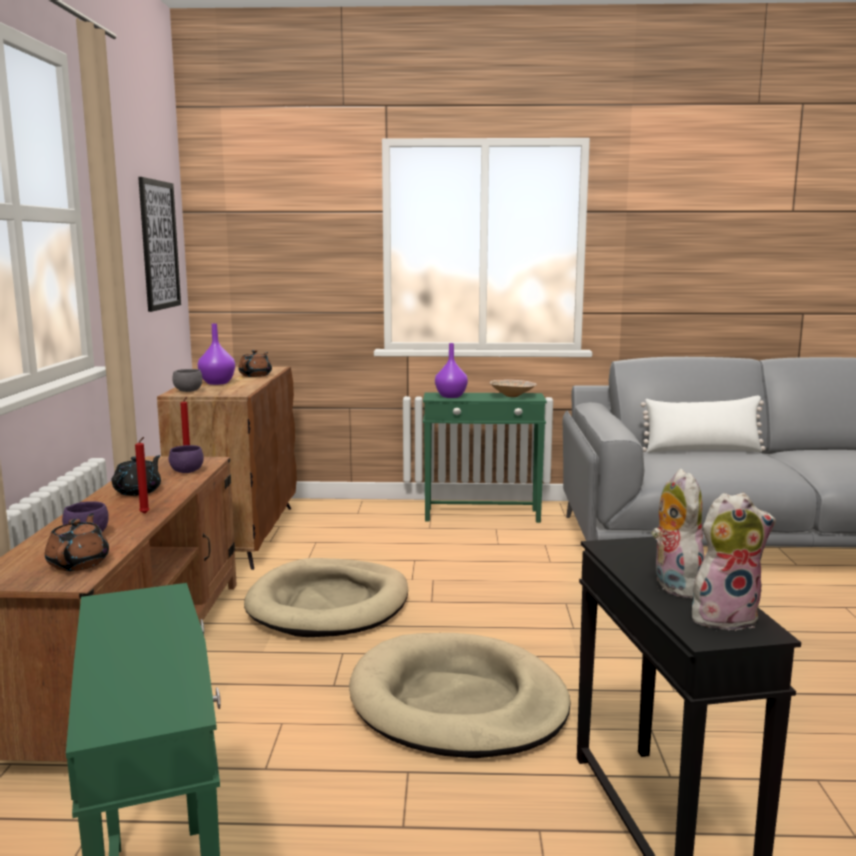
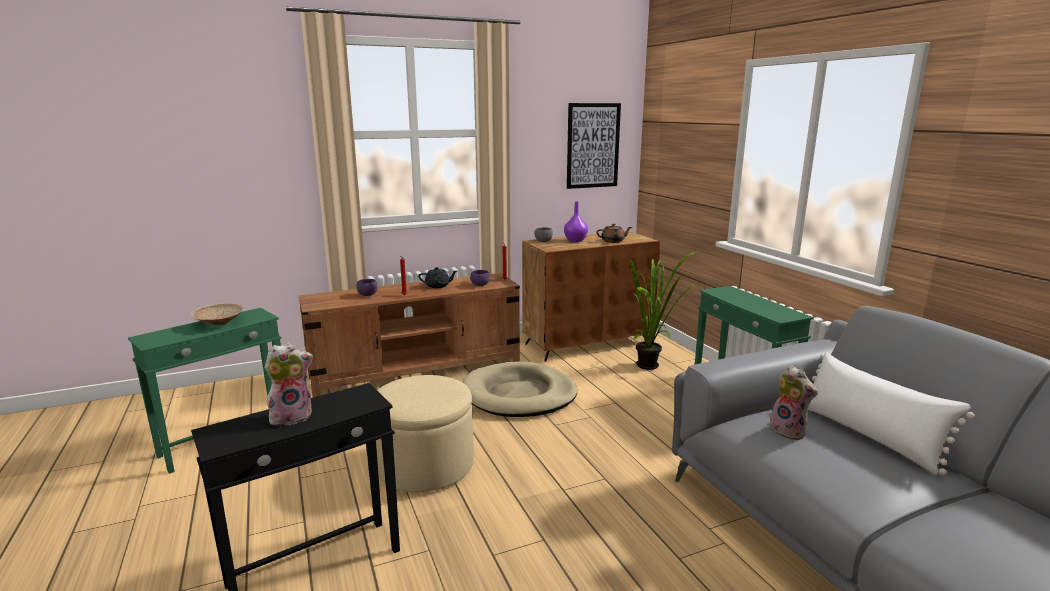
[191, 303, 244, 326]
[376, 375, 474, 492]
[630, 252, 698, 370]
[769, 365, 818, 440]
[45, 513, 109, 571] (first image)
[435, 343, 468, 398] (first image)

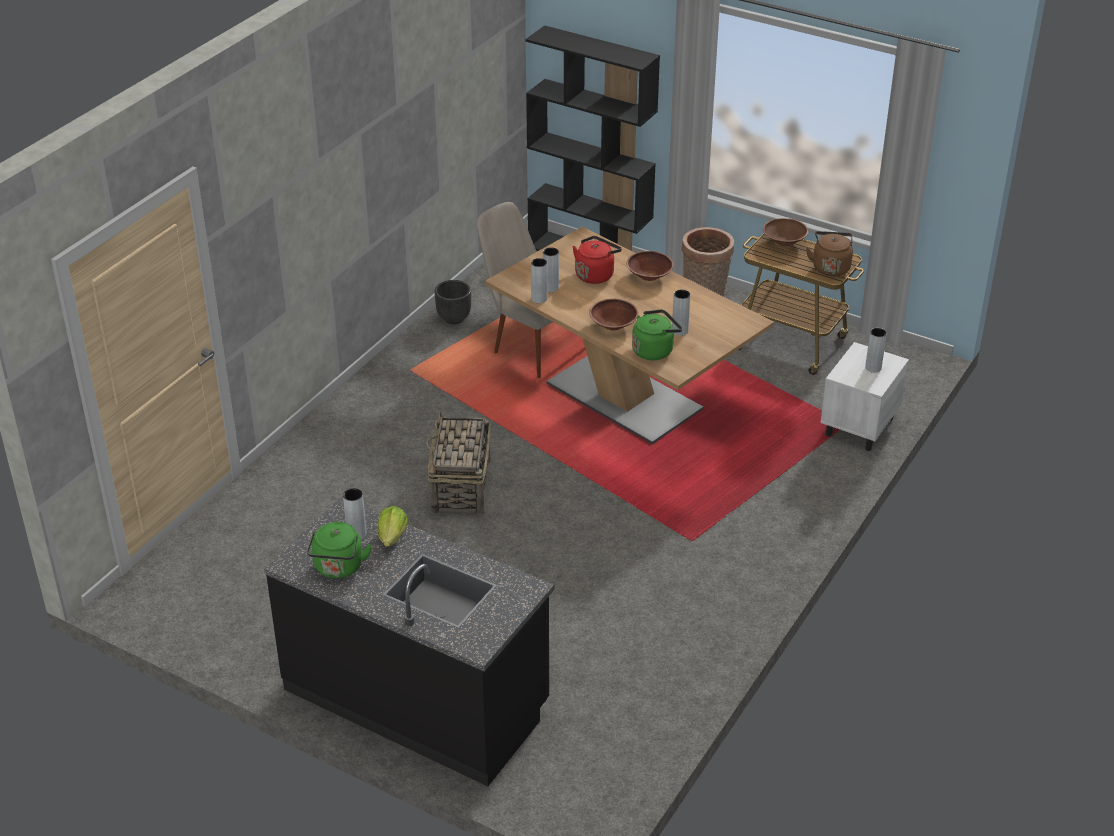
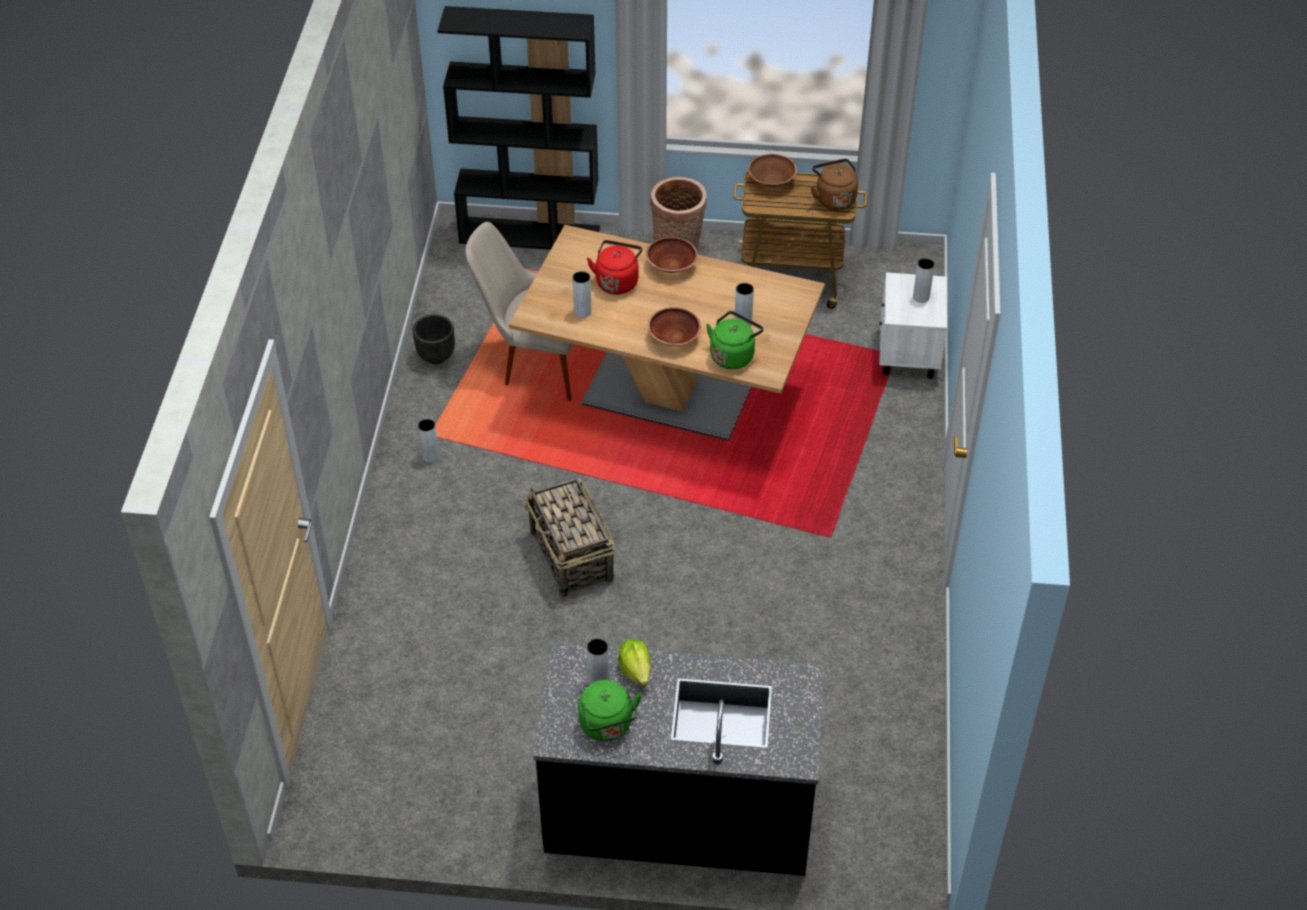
[418, 419, 439, 463]

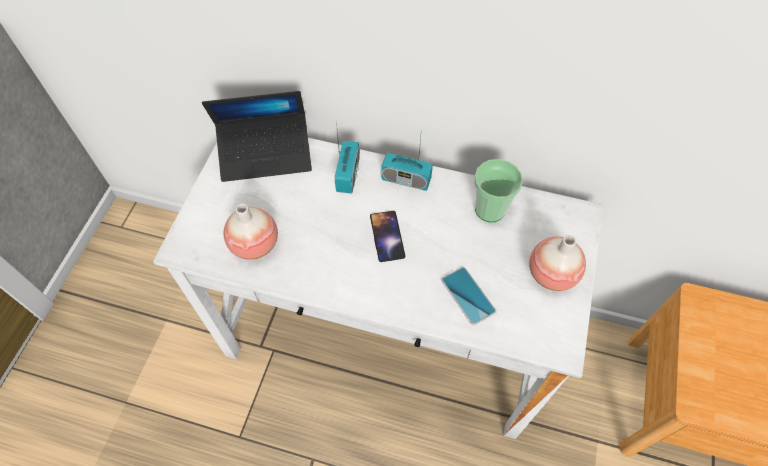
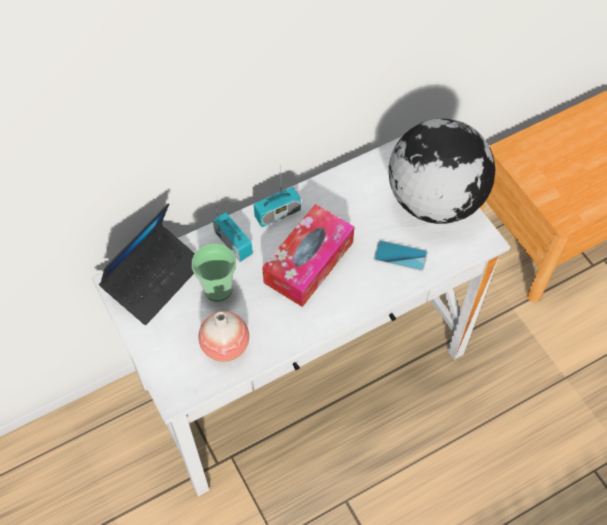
[192, 244, 236, 301]
[262, 204, 354, 307]
[389, 119, 495, 224]

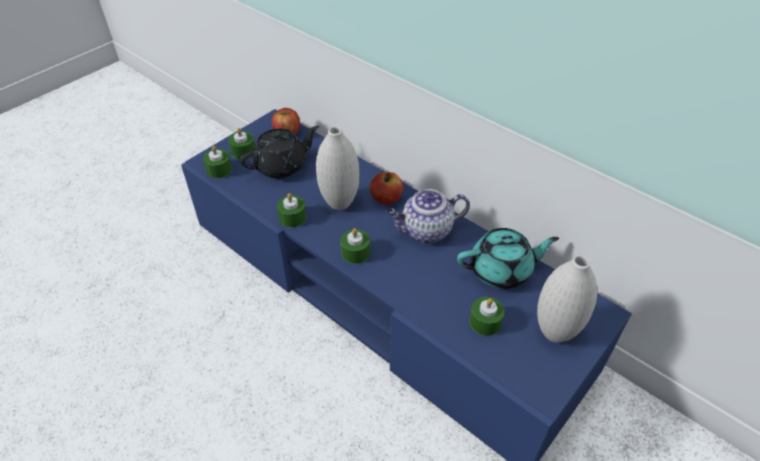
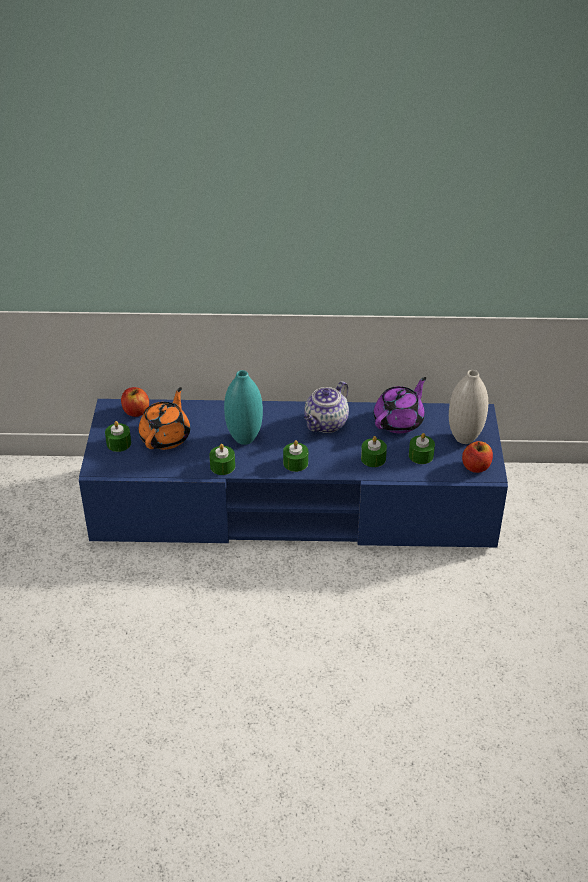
[138, 387, 190, 450]
[224, 370, 263, 445]
[361, 436, 387, 467]
[374, 377, 426, 433]
[462, 441, 493, 473]

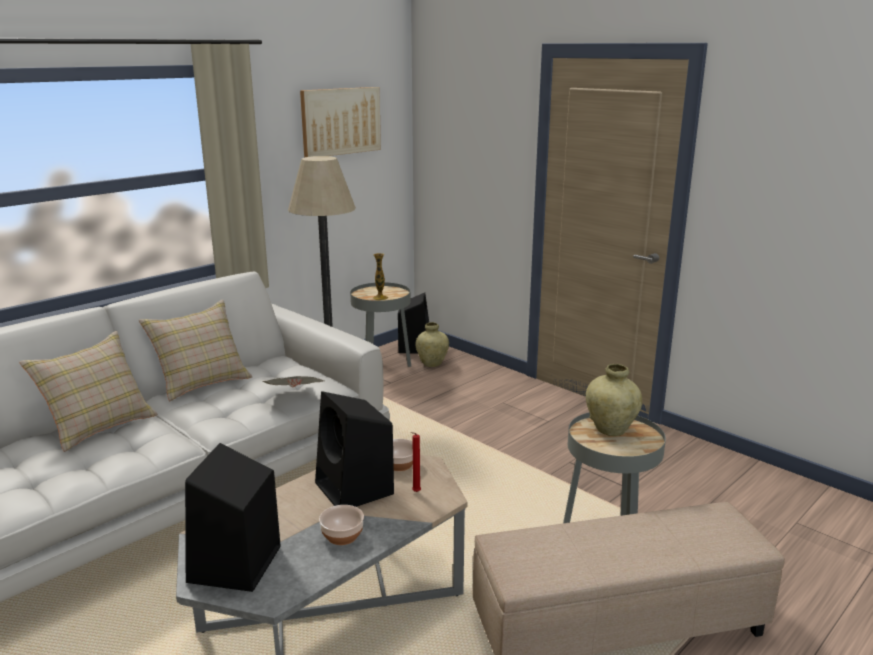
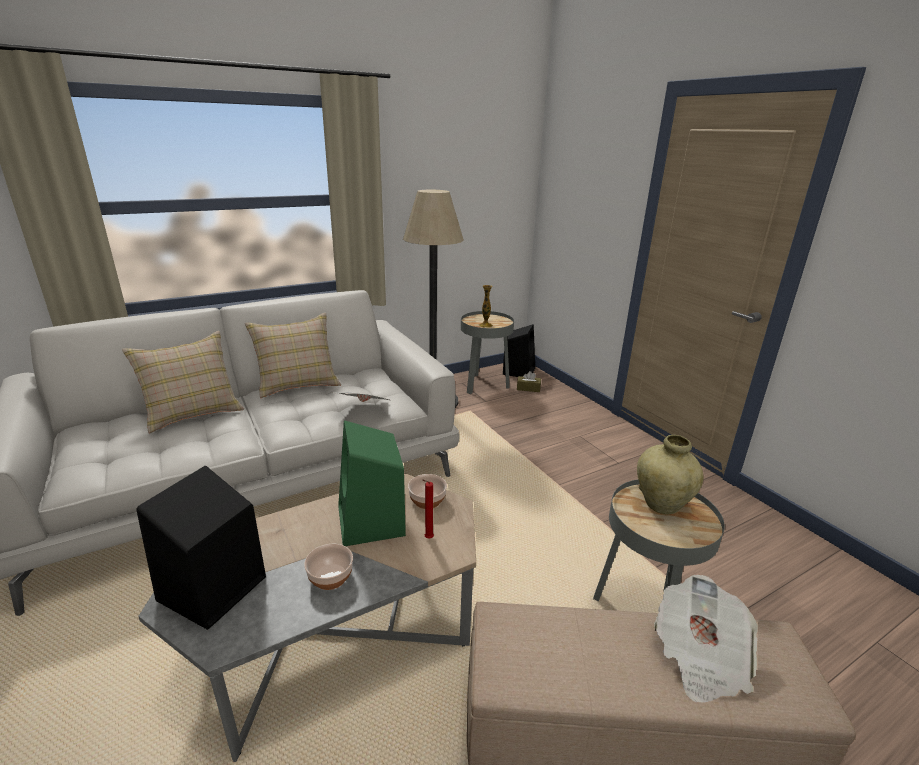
[338, 420, 406, 546]
[517, 371, 541, 392]
[654, 575, 758, 703]
[300, 87, 381, 158] (first image)

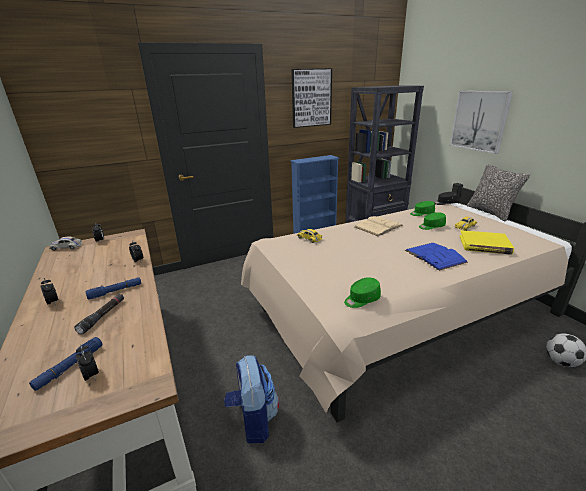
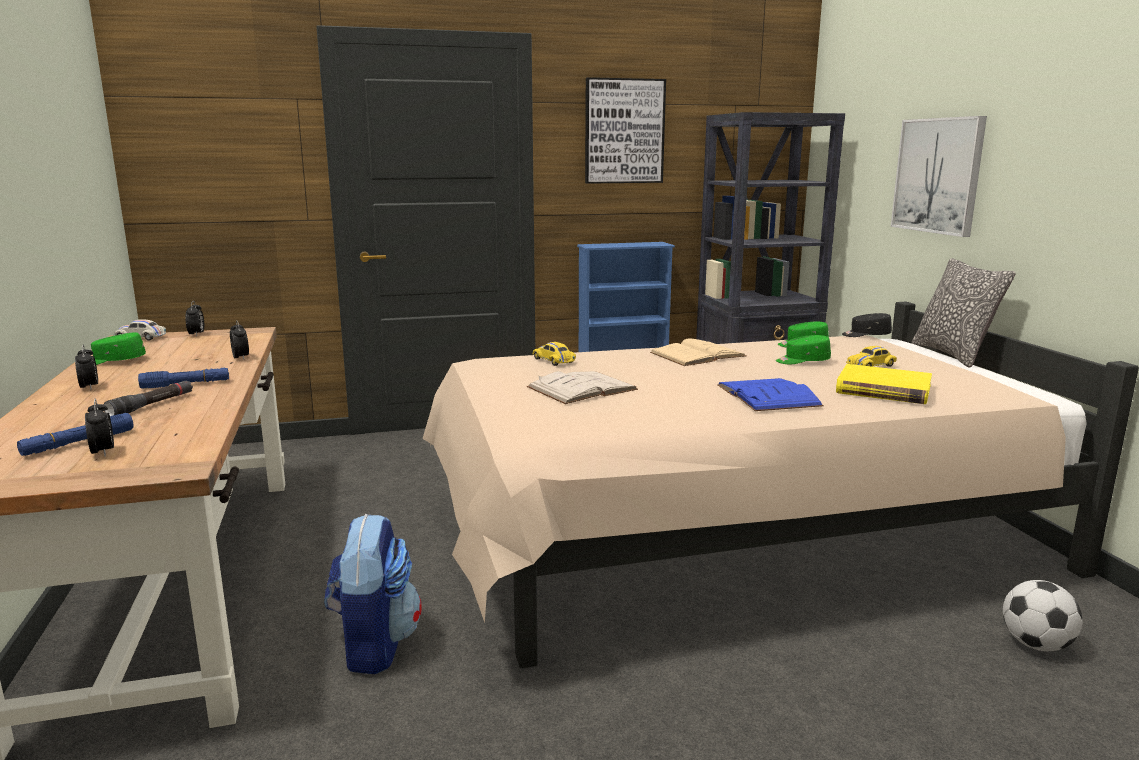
[91, 332, 146, 365]
[527, 371, 638, 404]

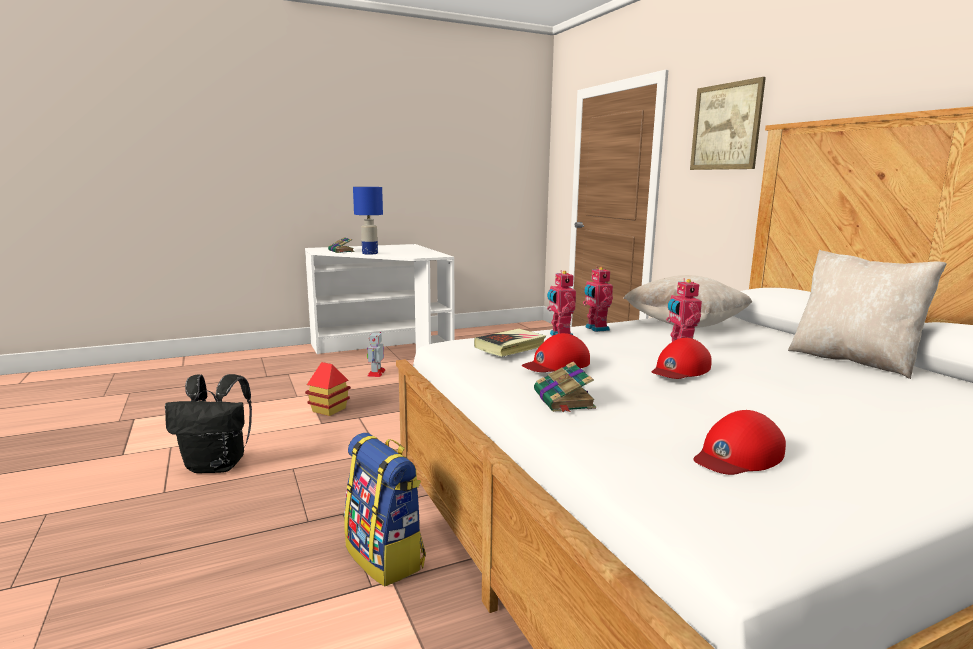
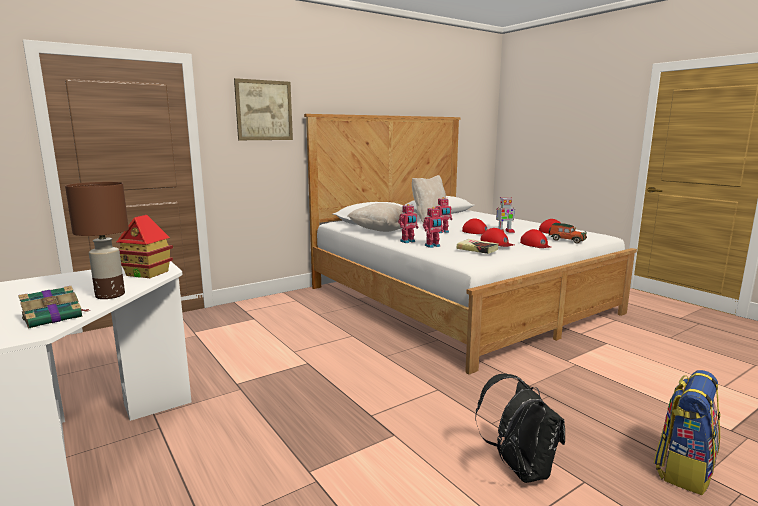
[65, 182, 129, 299]
[116, 215, 173, 278]
[496, 197, 515, 233]
[520, 229, 551, 248]
[549, 223, 587, 244]
[654, 370, 721, 495]

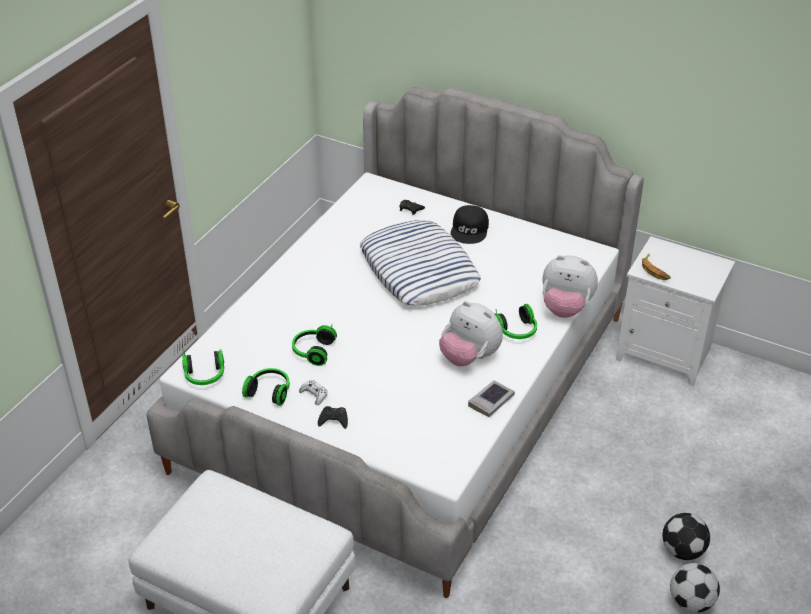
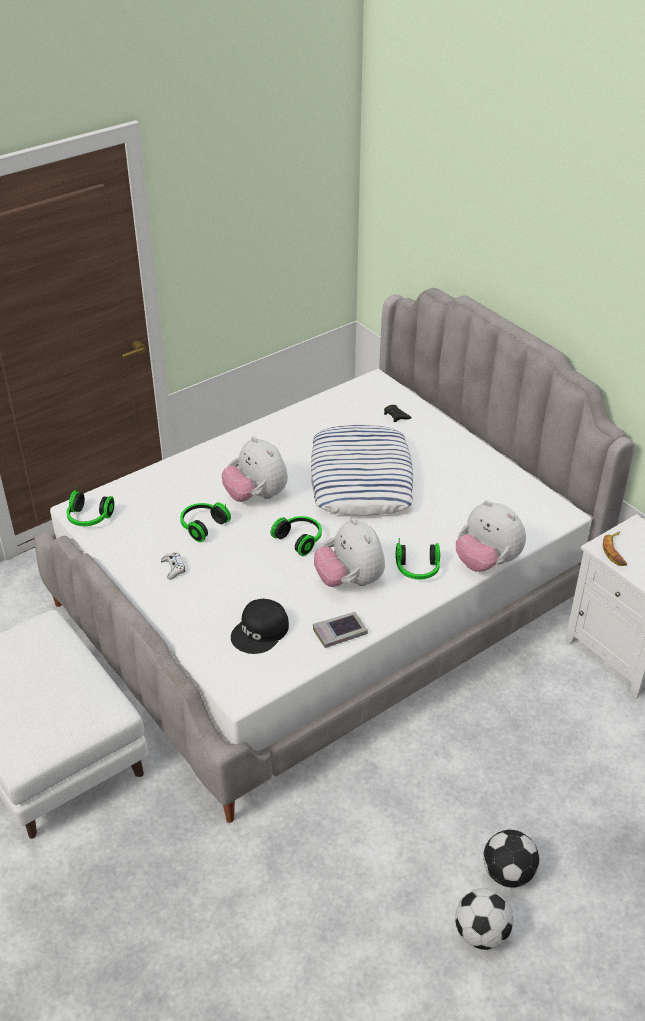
[222, 437, 288, 502]
[231, 599, 289, 654]
[271, 516, 322, 556]
[318, 406, 348, 429] (first image)

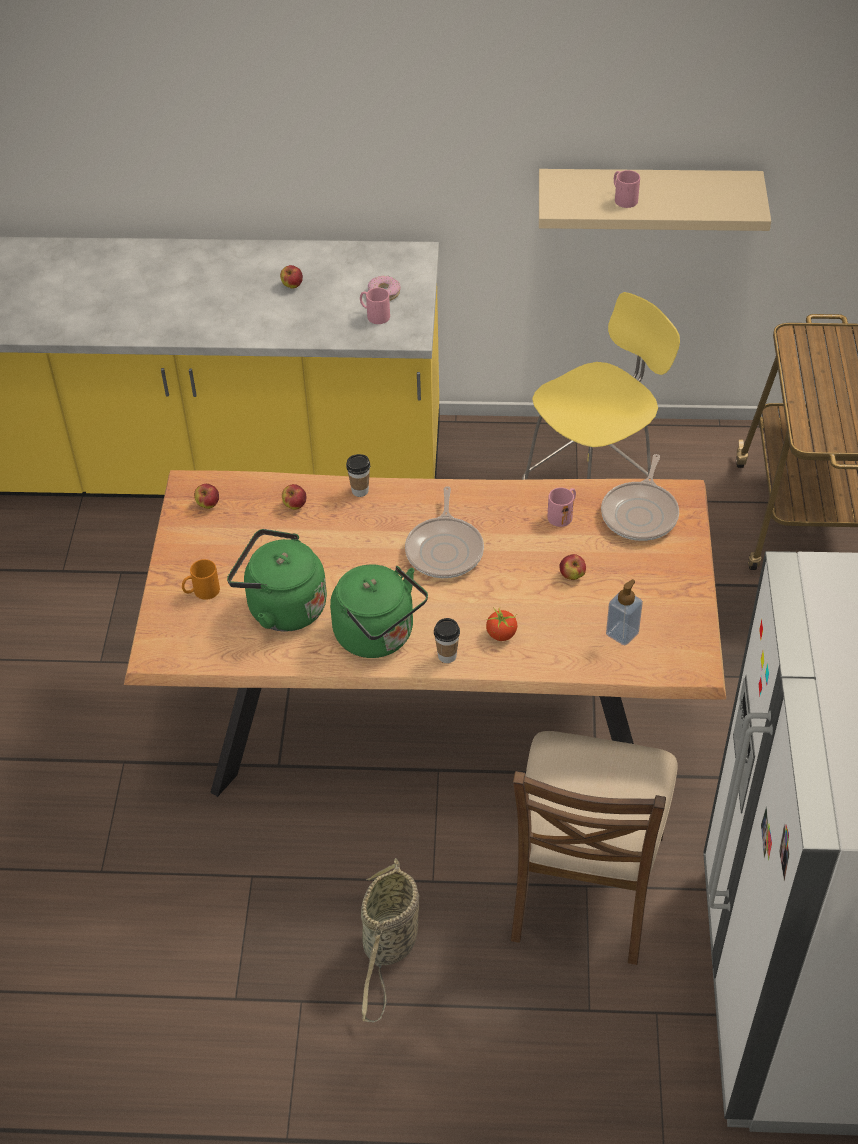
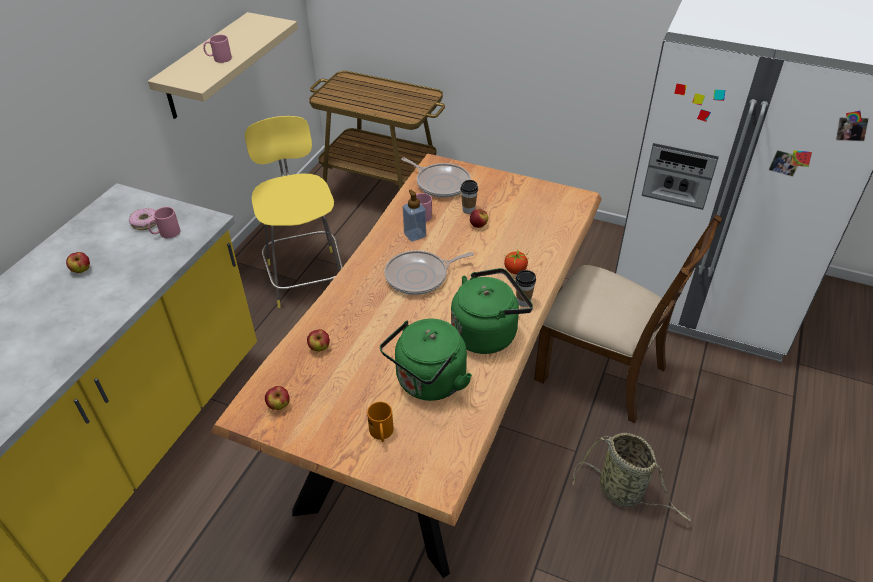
[385, 250, 474, 295]
[403, 190, 426, 242]
[460, 180, 478, 214]

